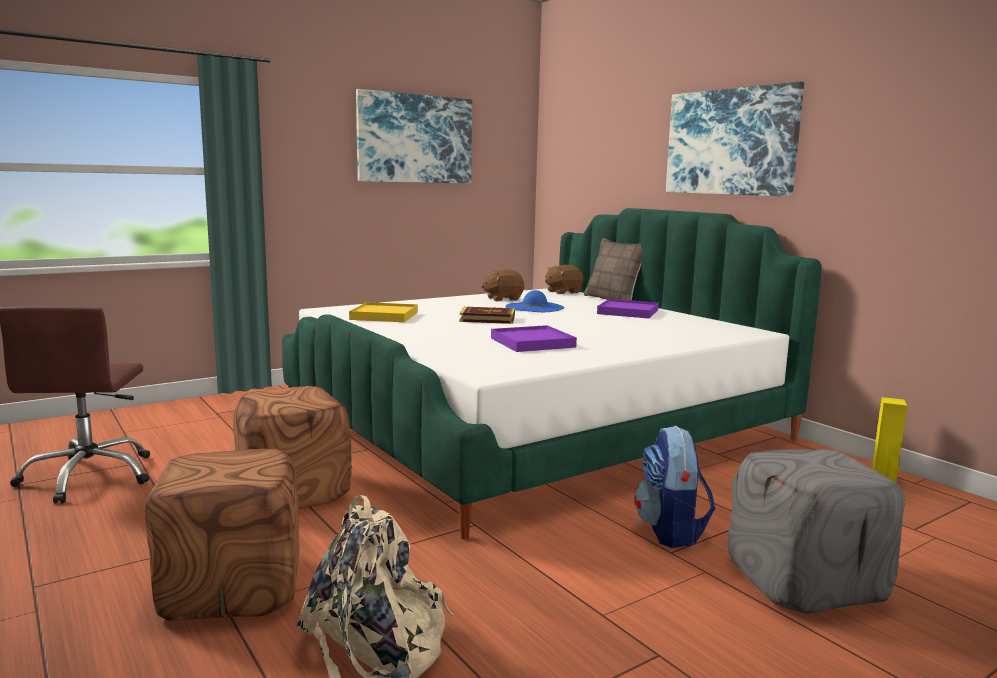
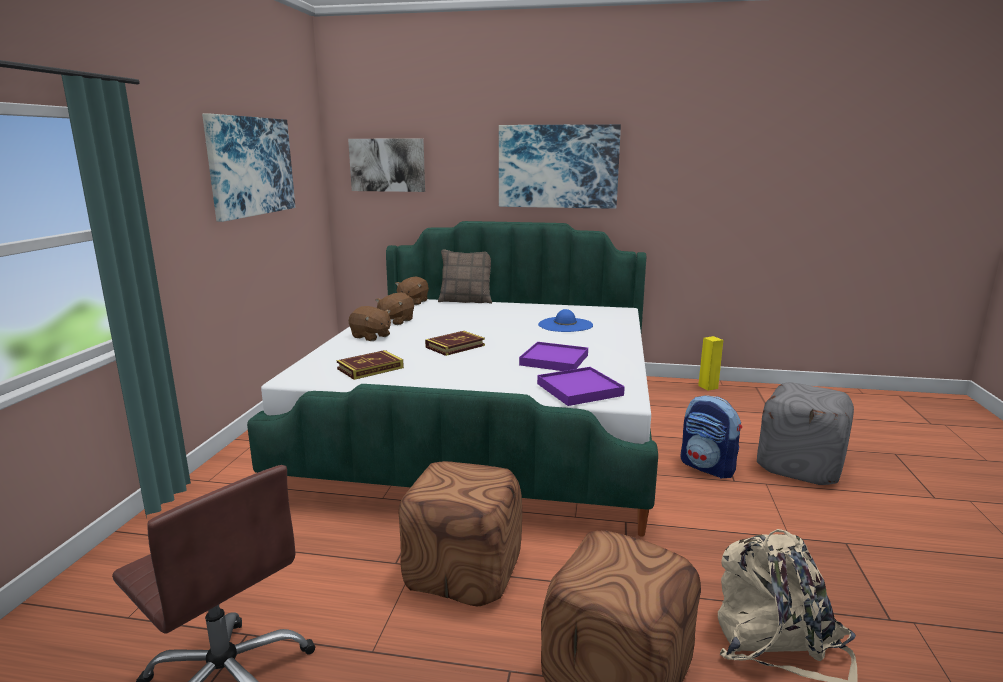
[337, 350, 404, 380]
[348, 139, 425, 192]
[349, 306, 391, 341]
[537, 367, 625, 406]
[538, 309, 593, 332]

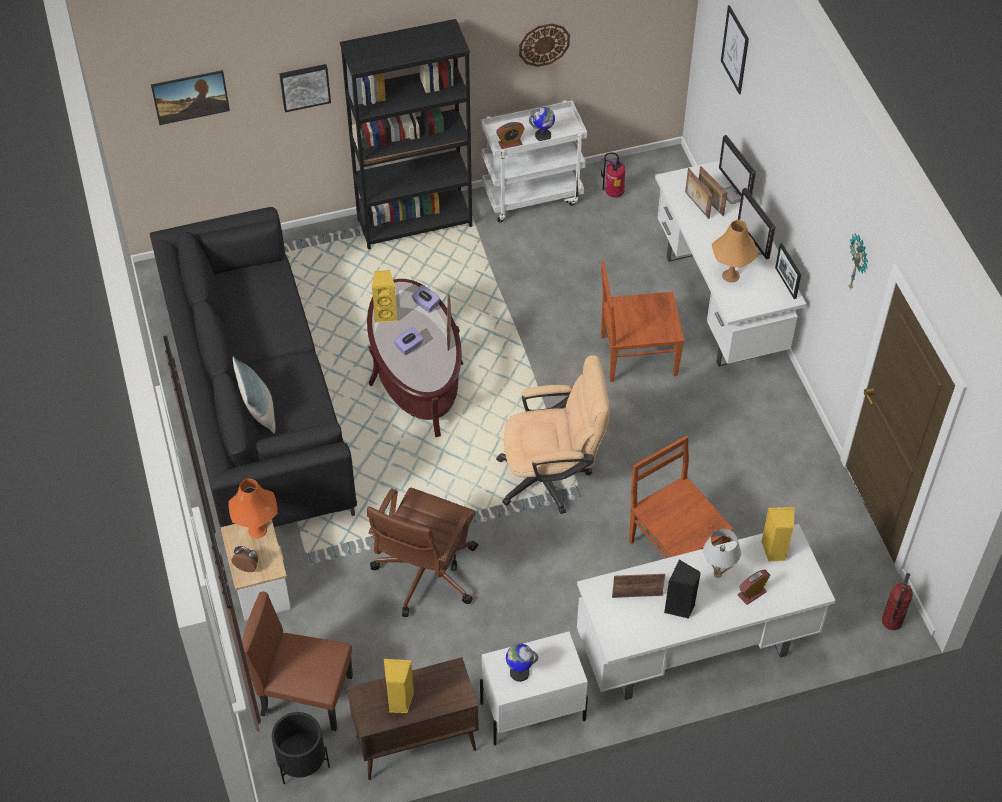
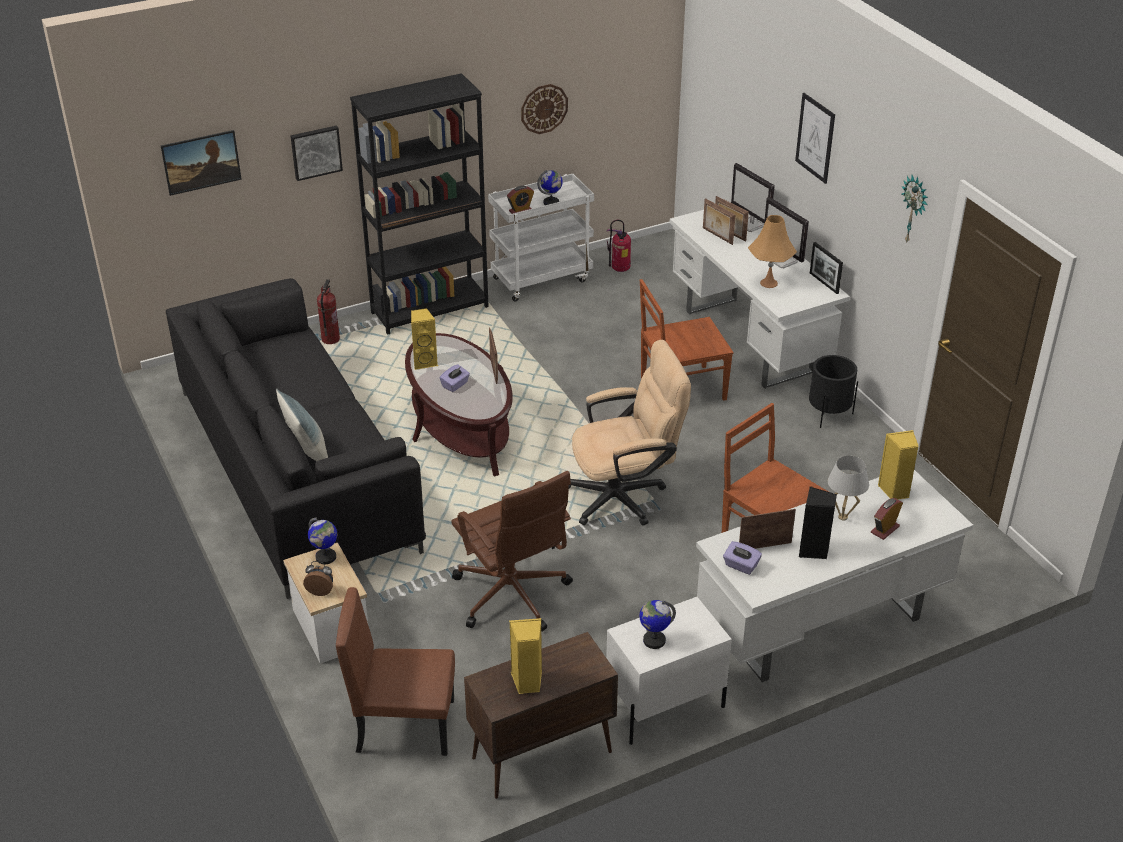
[308, 517, 337, 564]
[317, 279, 340, 344]
[452, 471, 573, 632]
[723, 541, 762, 575]
[795, 93, 835, 184]
[809, 355, 858, 428]

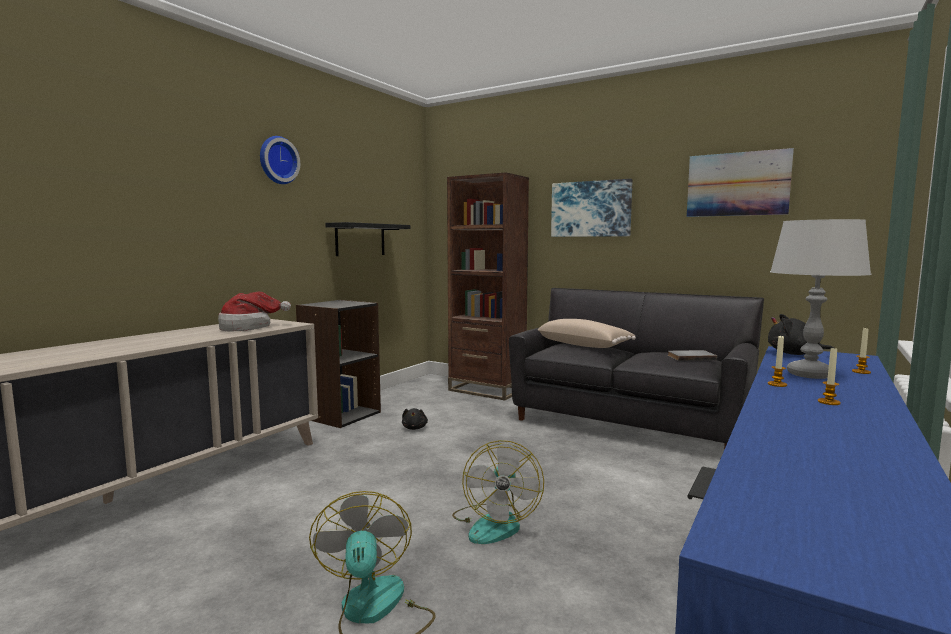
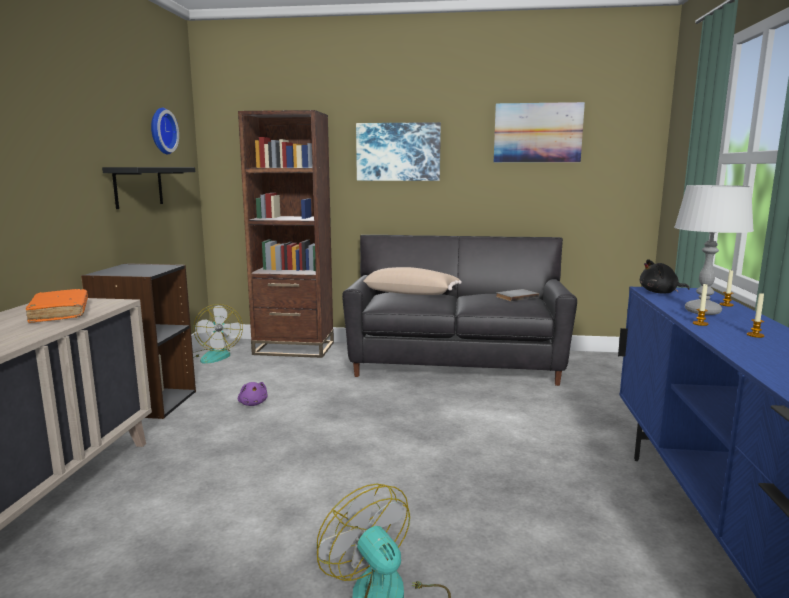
[26, 289, 88, 323]
[151, 108, 179, 154]
[193, 304, 243, 364]
[238, 382, 267, 406]

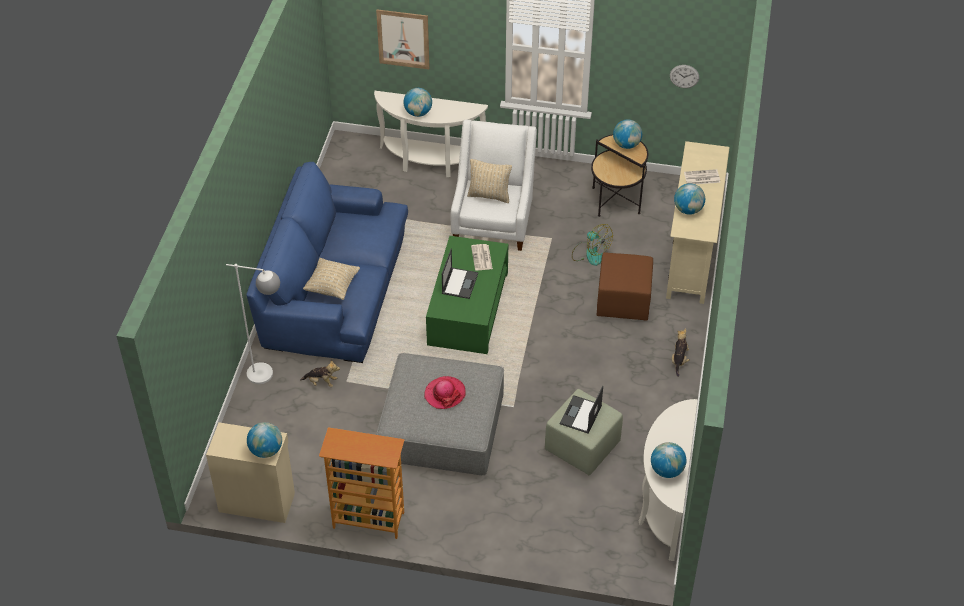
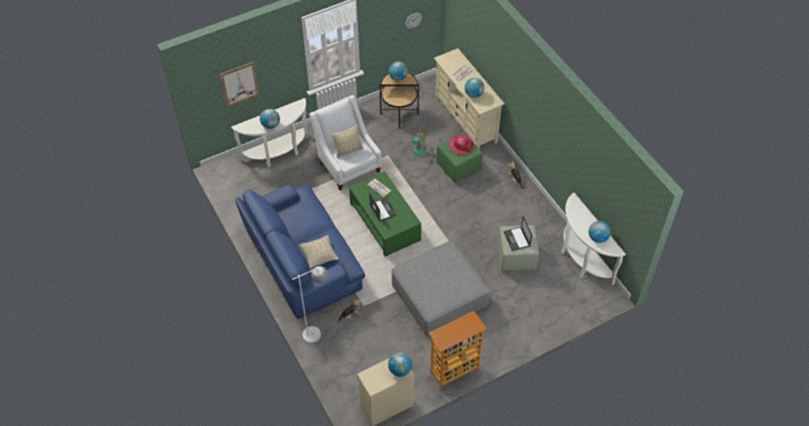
[436, 133, 483, 183]
[449, 135, 474, 155]

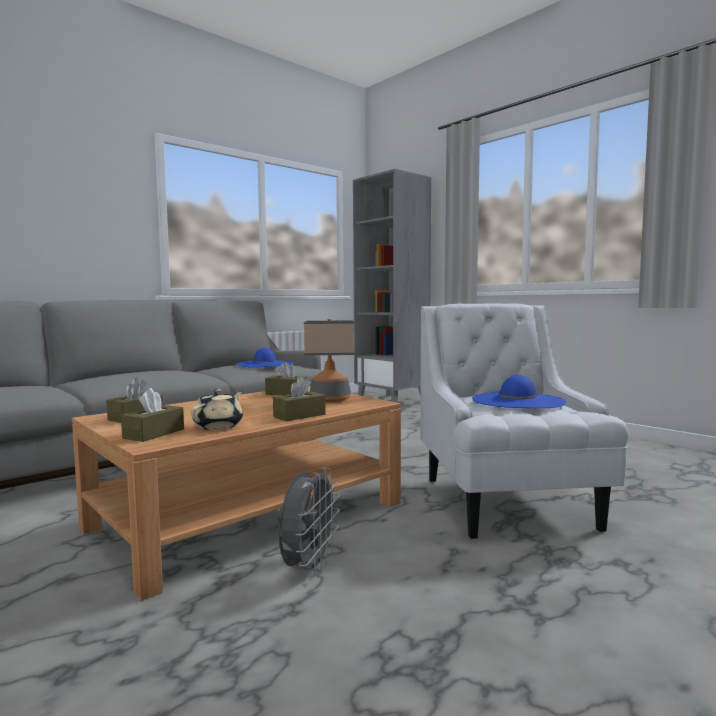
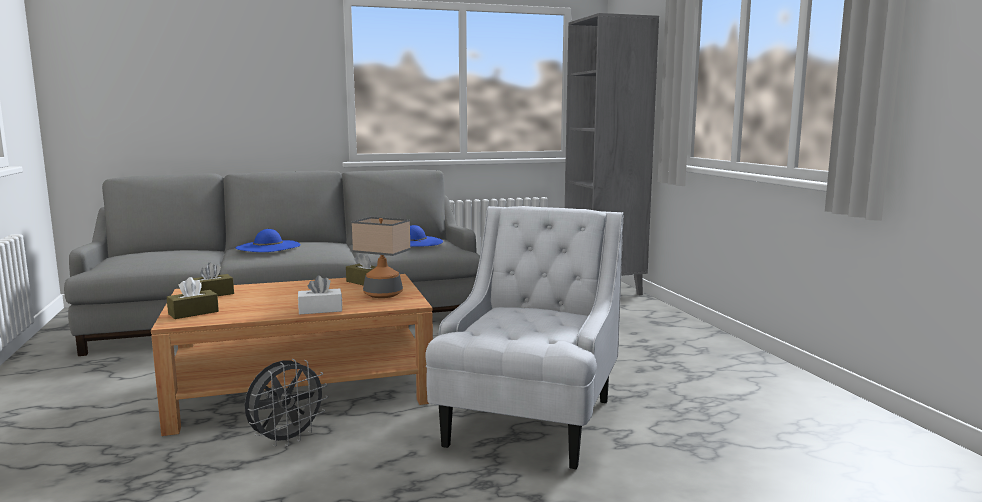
[236, 229, 301, 252]
[298, 275, 342, 315]
[191, 389, 243, 430] (first image)

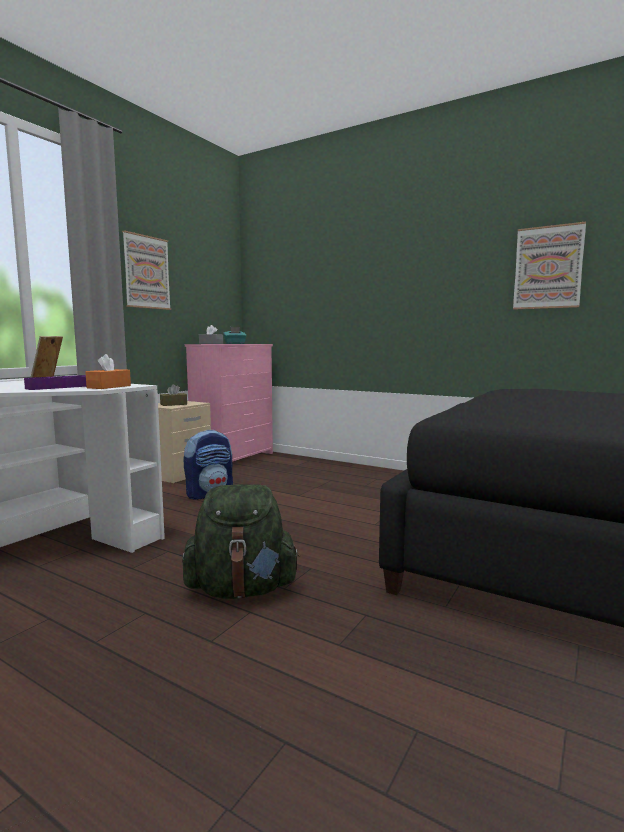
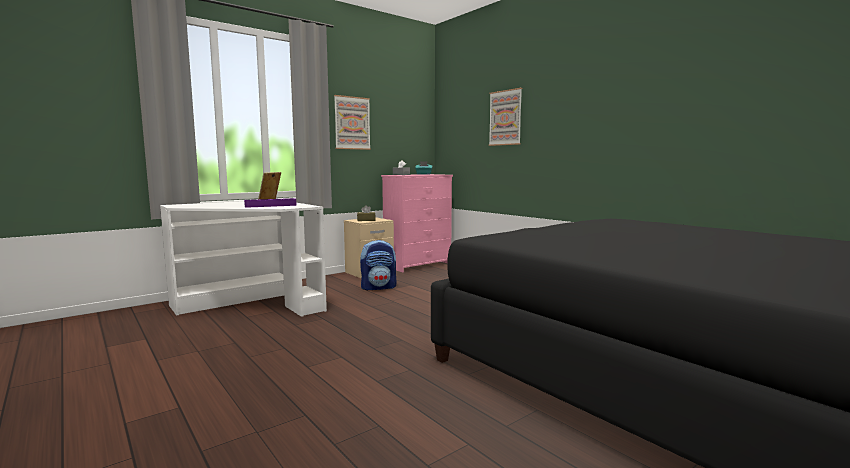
[489, 88, 522, 146]
[85, 354, 131, 389] (first image)
[182, 485, 300, 599] (first image)

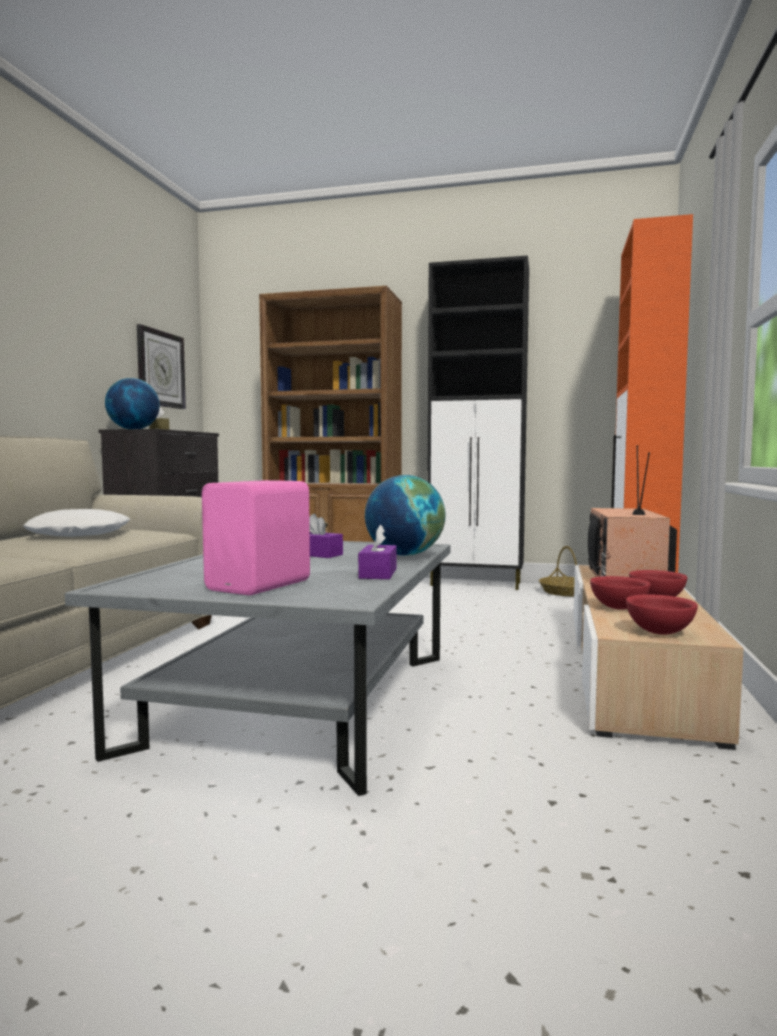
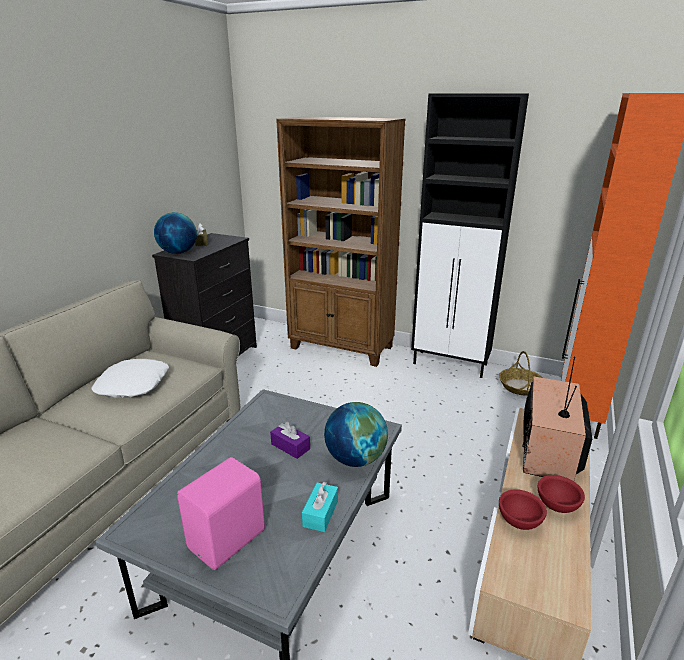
[302, 482, 338, 532]
[137, 324, 186, 409] (first image)
[626, 594, 698, 635] (first image)

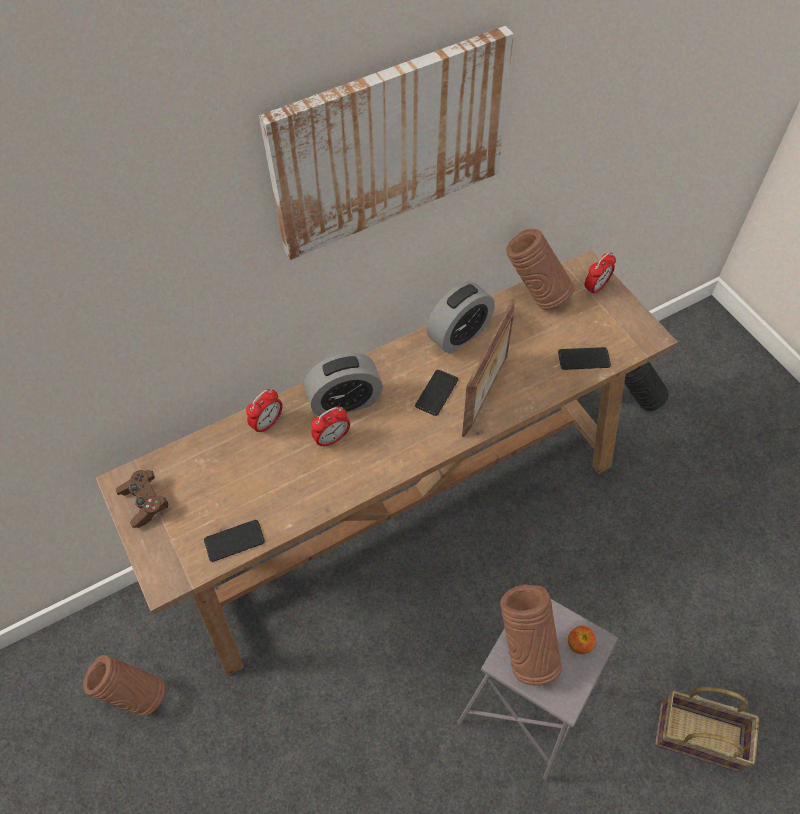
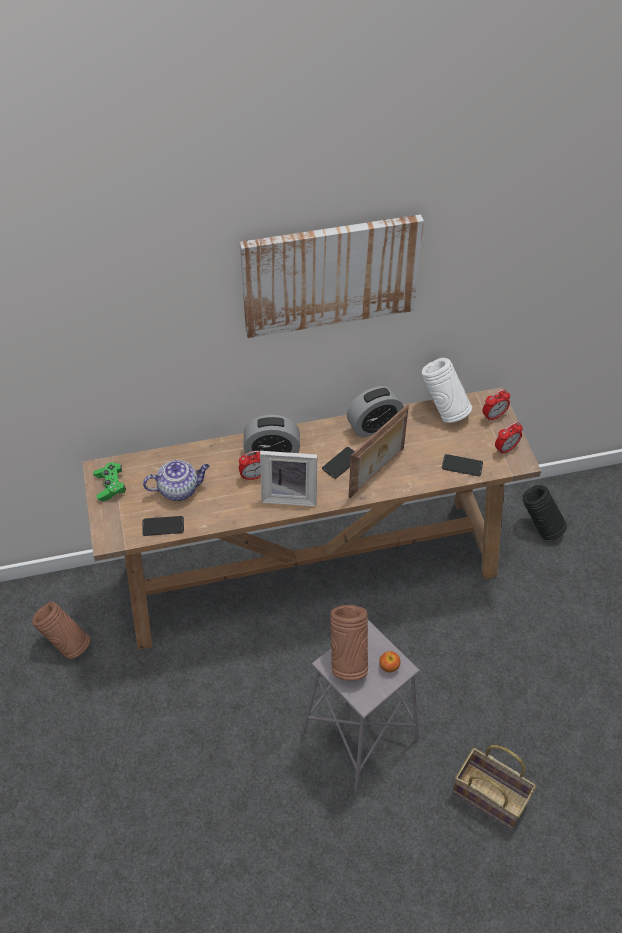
[93, 462, 126, 501]
[143, 460, 210, 501]
[260, 451, 318, 507]
[422, 358, 472, 423]
[495, 422, 523, 455]

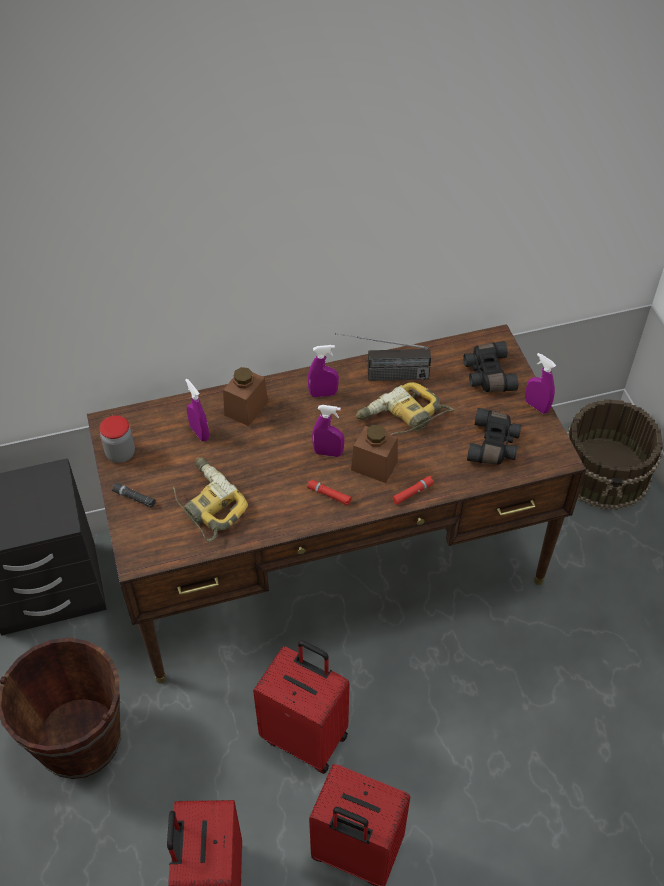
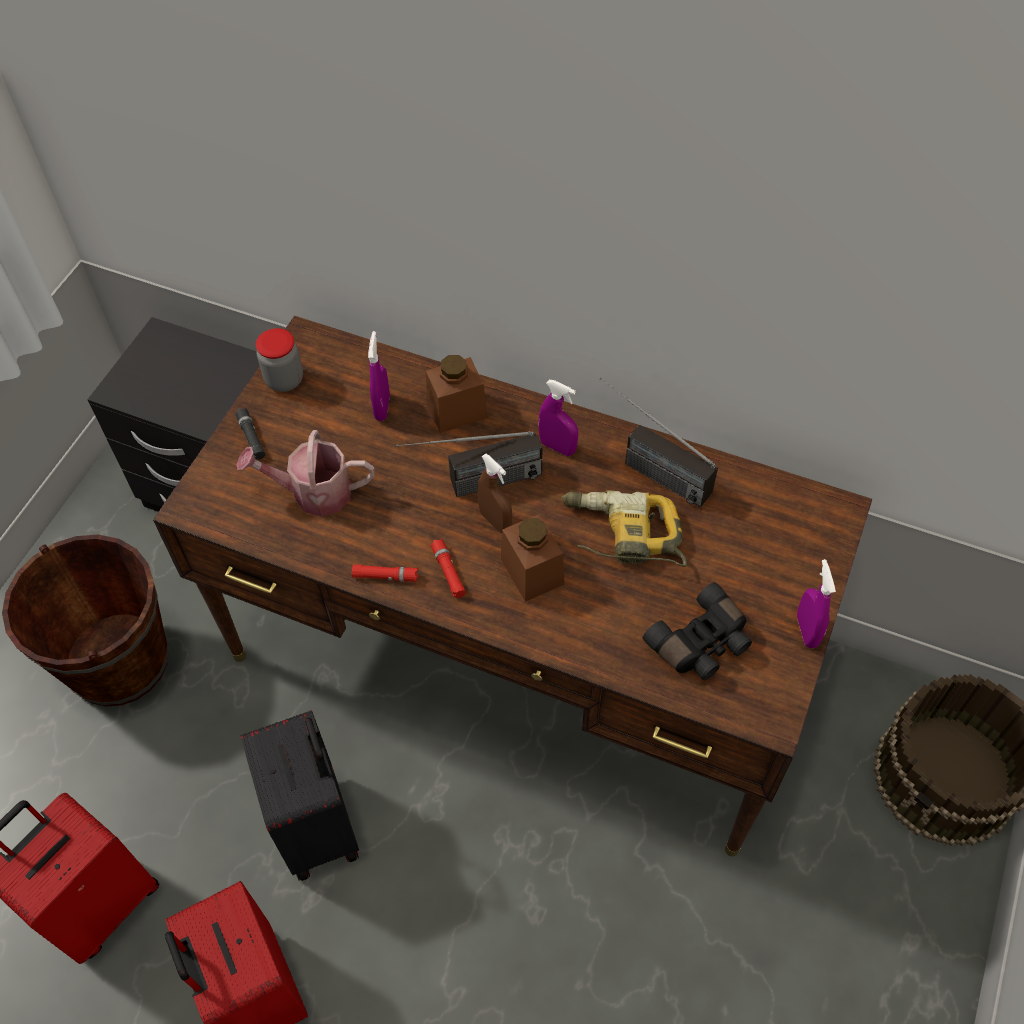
[237, 430, 374, 516]
[241, 710, 359, 881]
[352, 564, 418, 582]
[396, 431, 542, 497]
[478, 454, 512, 533]
[463, 341, 518, 392] (first image)

